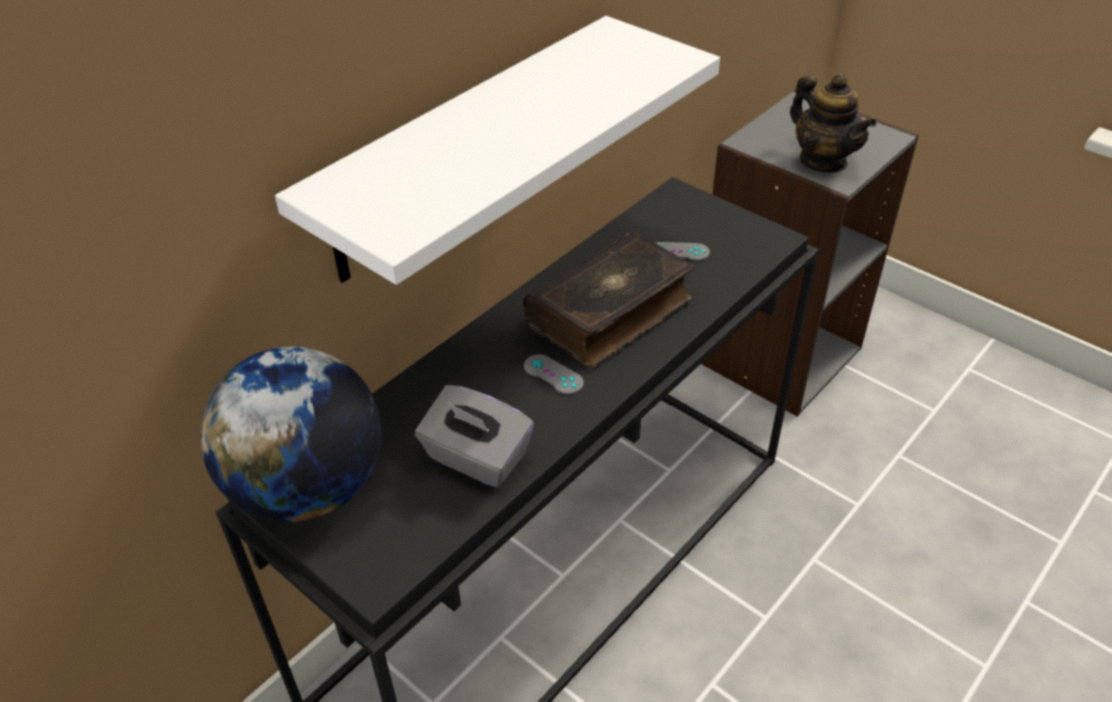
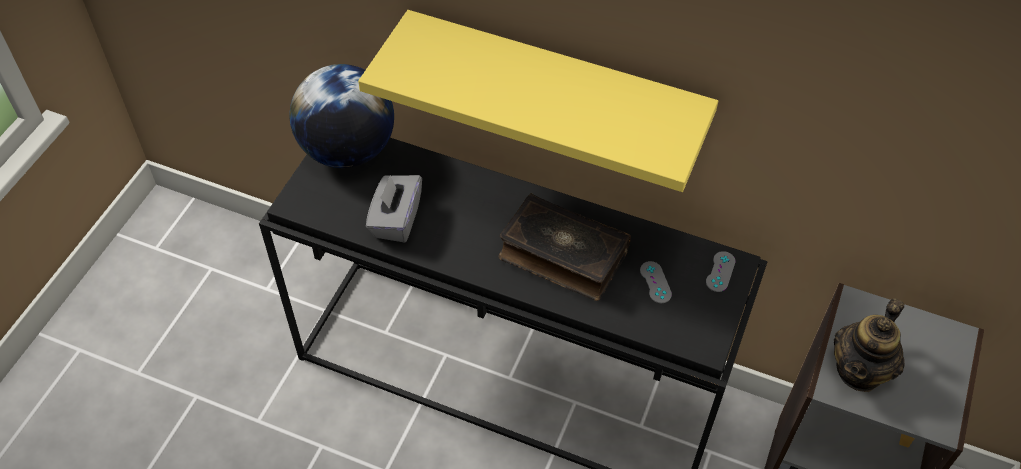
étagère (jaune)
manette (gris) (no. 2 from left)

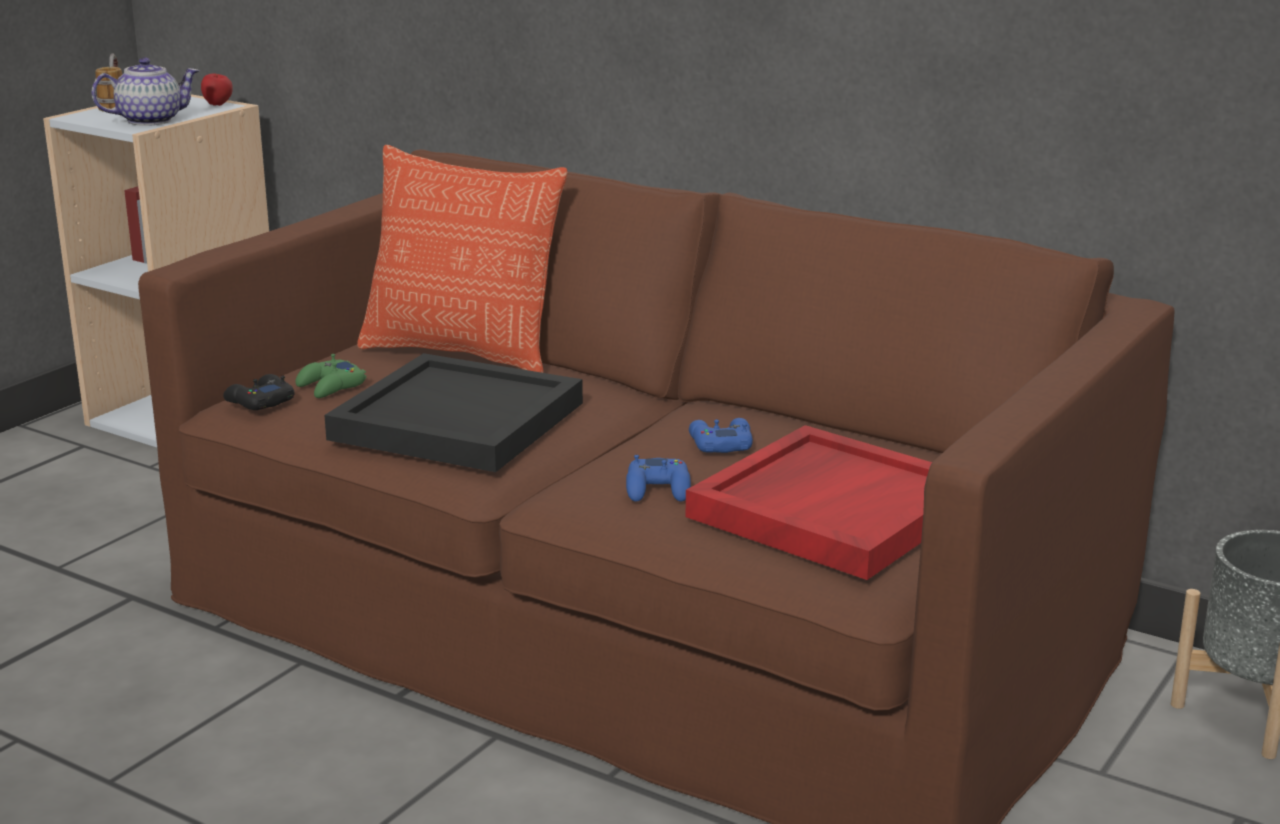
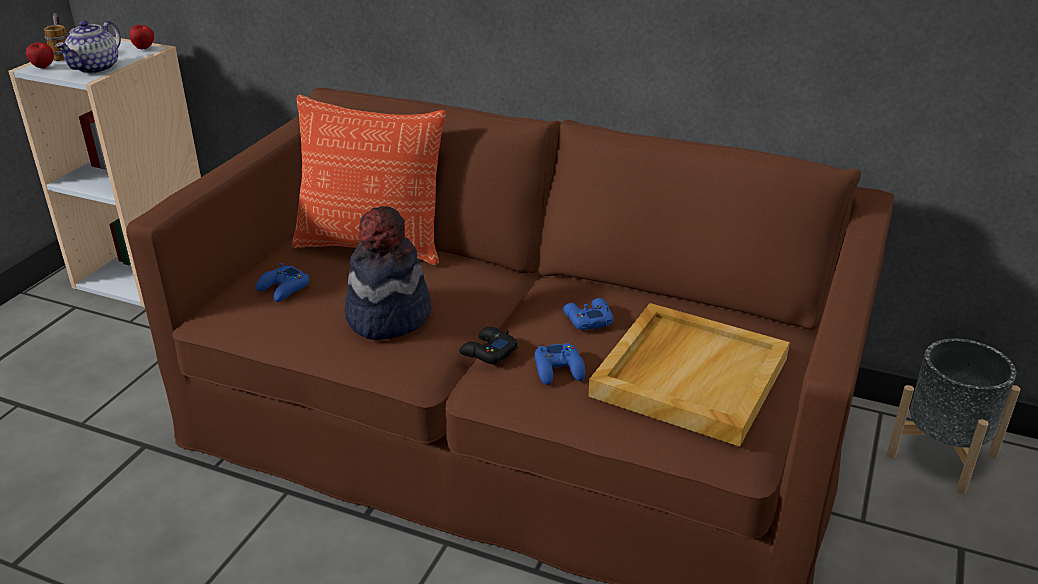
pomme (no. 1 from left)
théière
manette (bleu) (no. 1 from left)
chapeau
manette (noir)
plateau (beige)

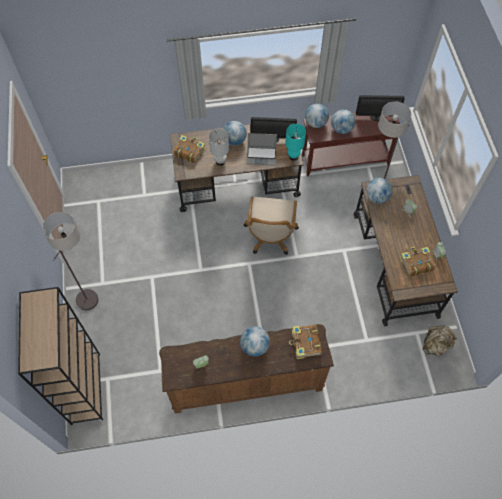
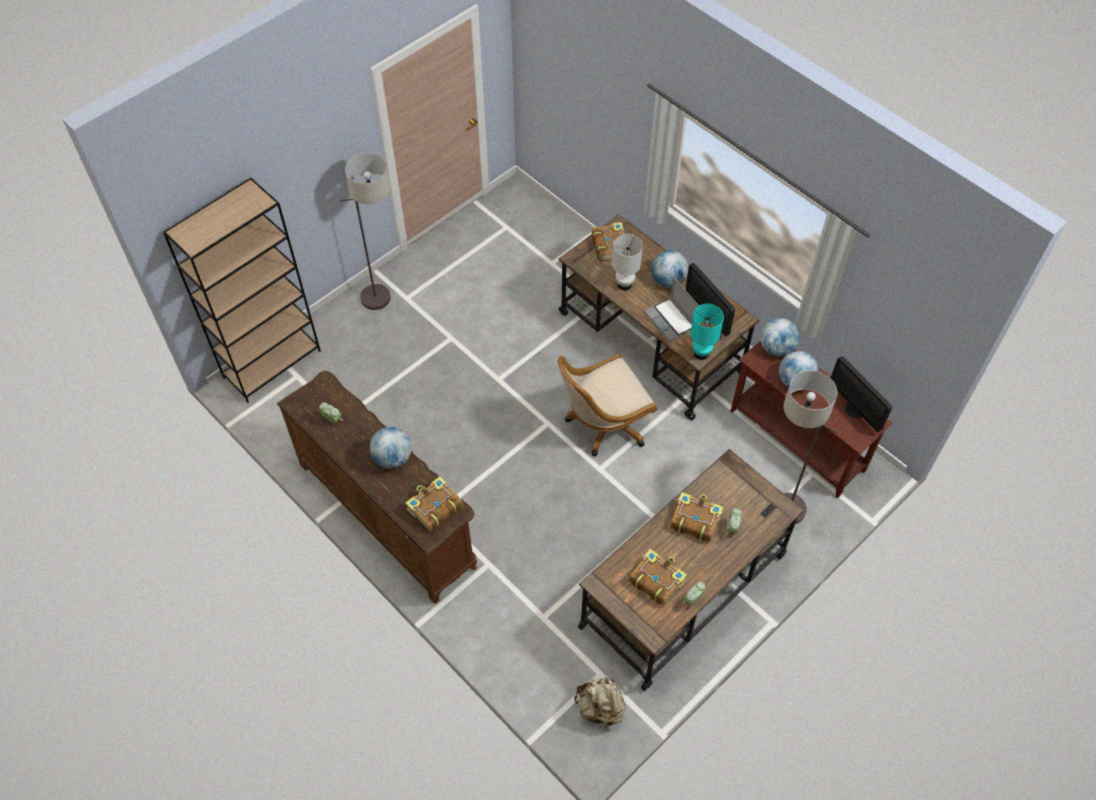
livre (no. 4 from left)
globe (no. 5 from left in the first image)

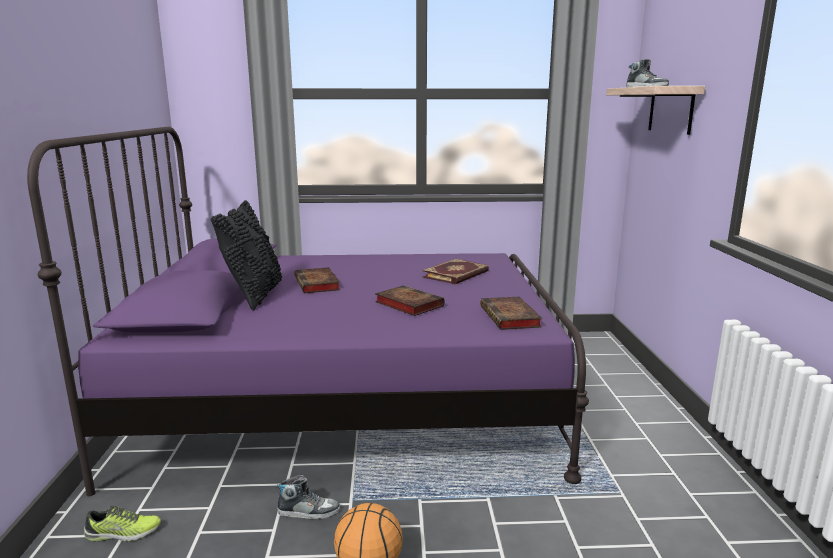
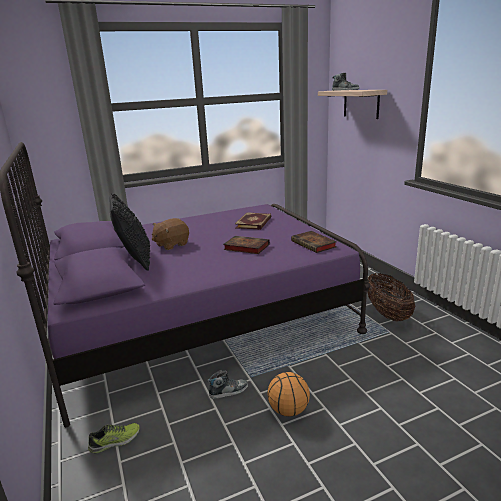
peluche (marron)
panier

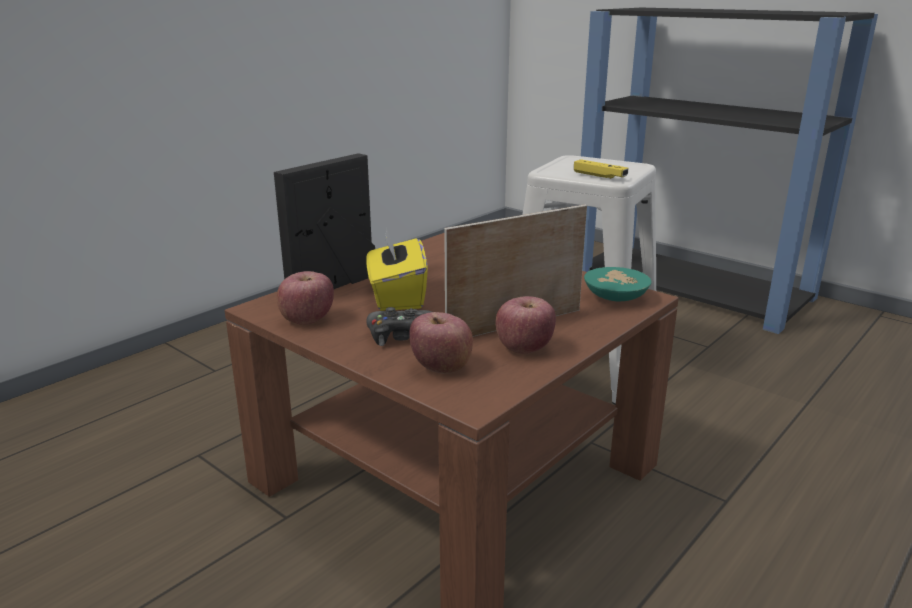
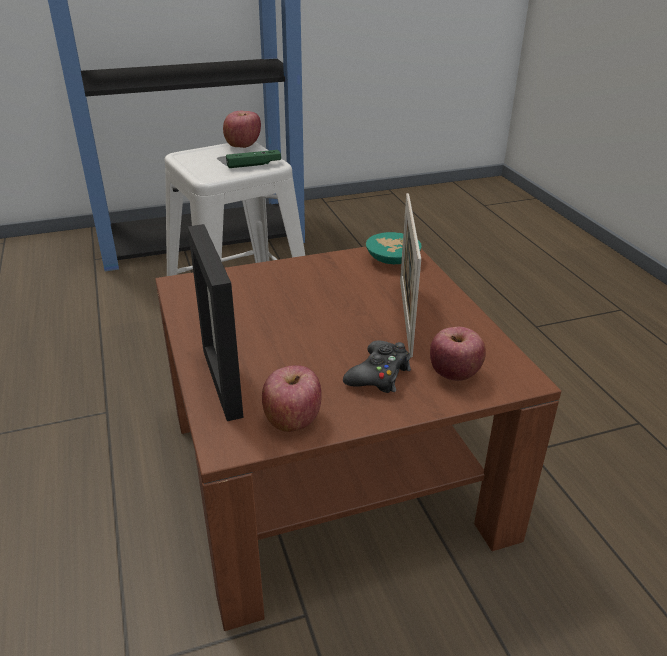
pomme (no. 1 from left)
manette (vert)
boîte à mouchoirs (jaune)

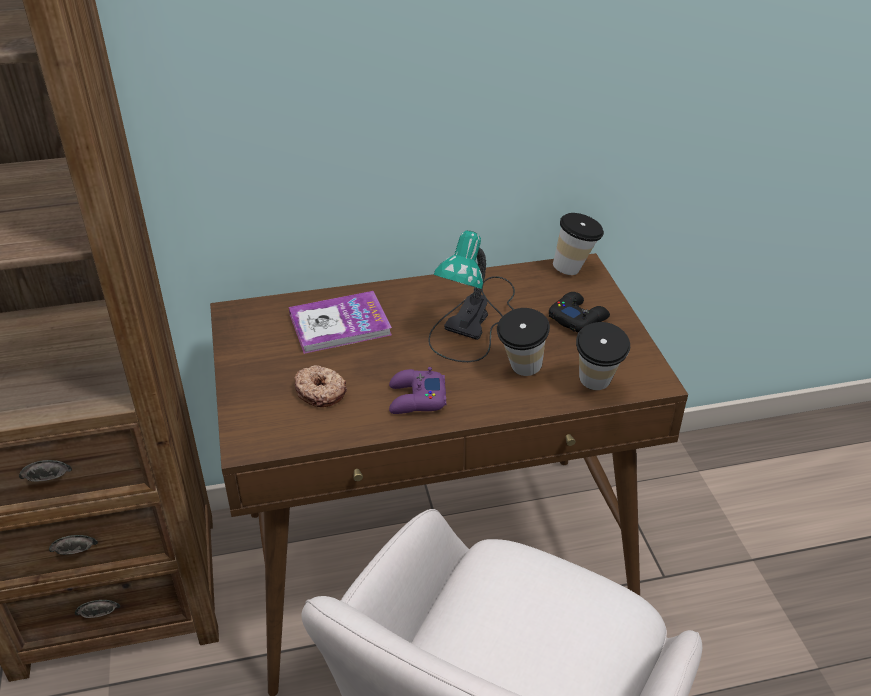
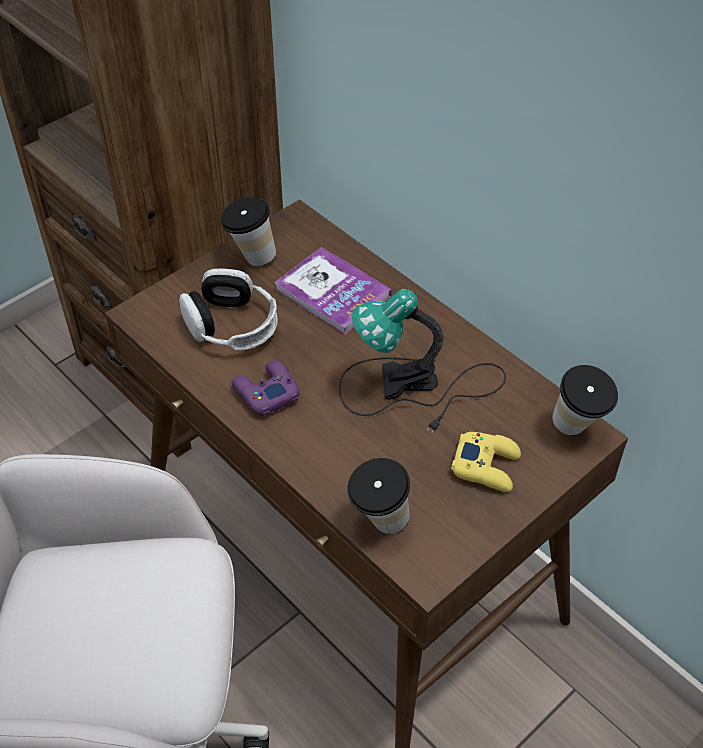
casque audio
tasse (no. 1 from left)
manette (jaune)

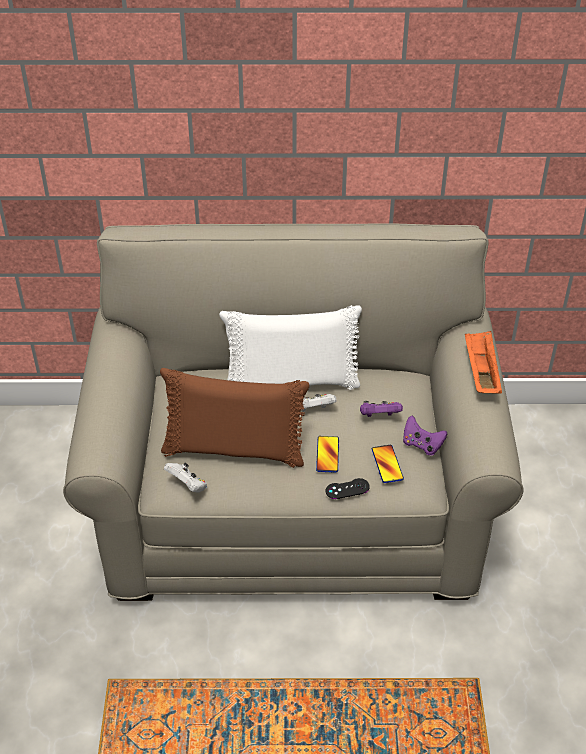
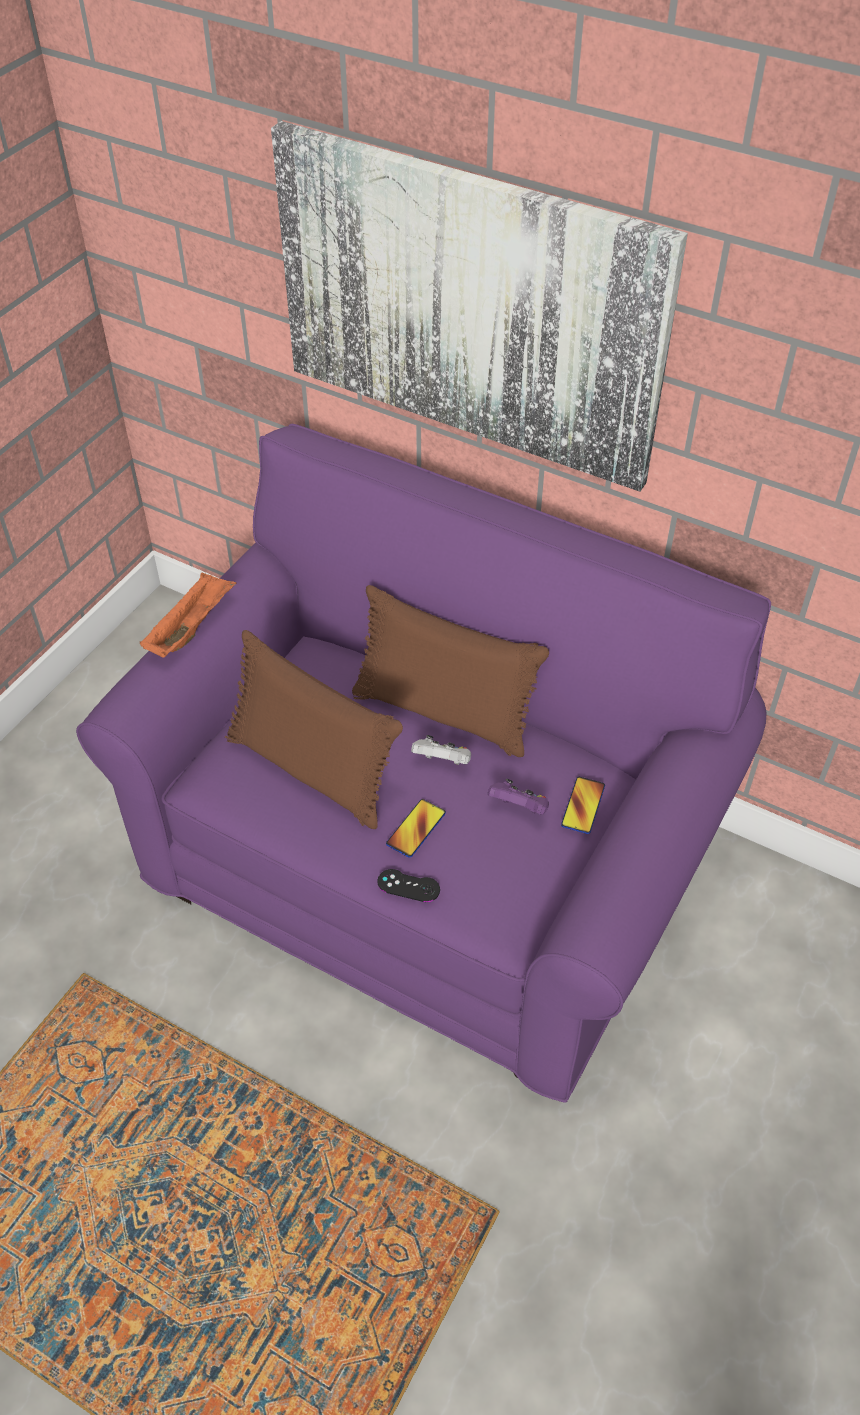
canapé (violet)
plateau (orange)
tableau
coussin (marron) (no. 2 from left)
téléphone (no. 2 from left)
manette (blanc) (no. 1 from left in the first image)
manette (violet) (no. 2 from left in the first image)

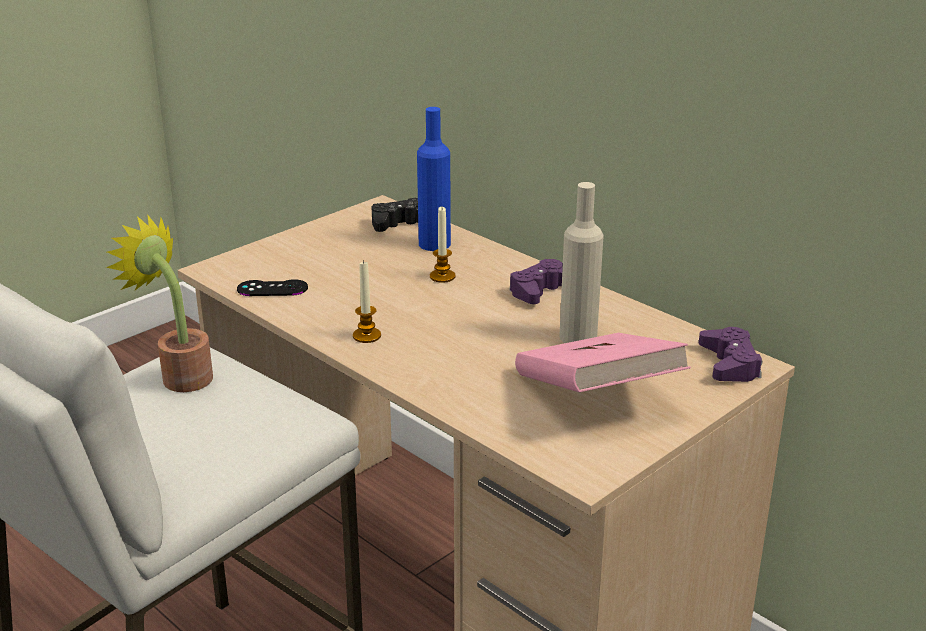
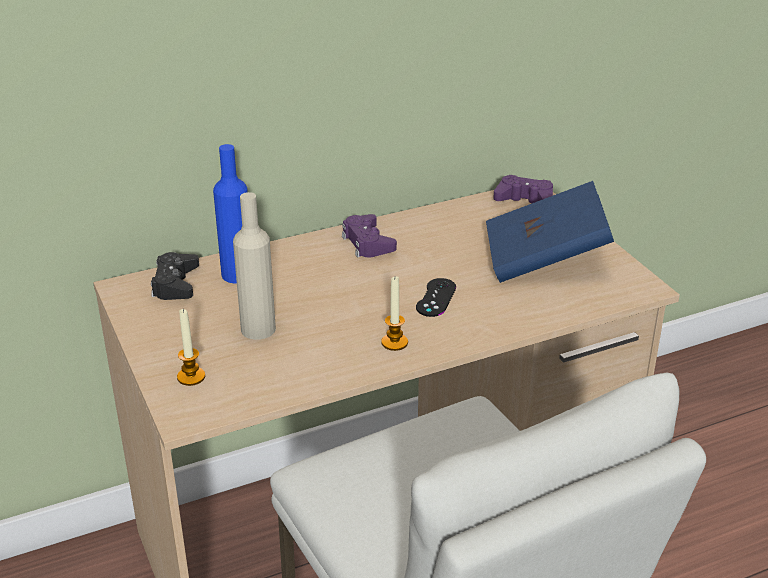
bougie (no. 1 from left)
bouteille (beige)
manette (noir) (no. 2 from left)
livre (bleu)
plante en pot

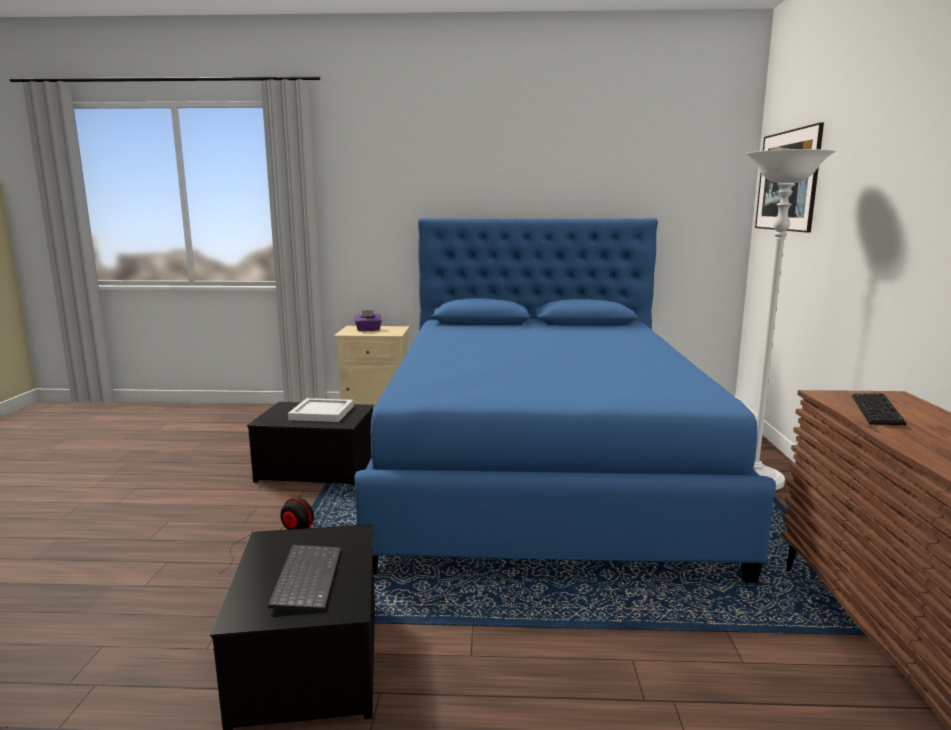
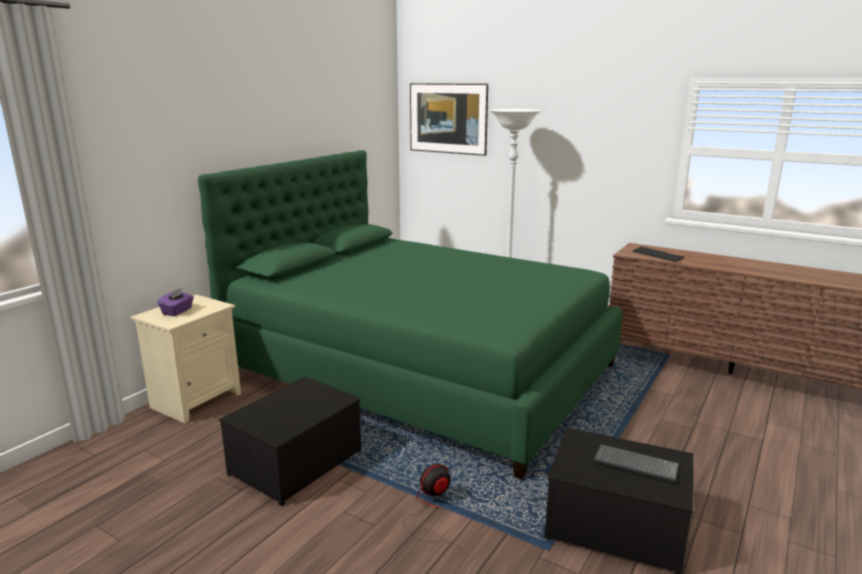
lit (vert)
plateau (blanc)

